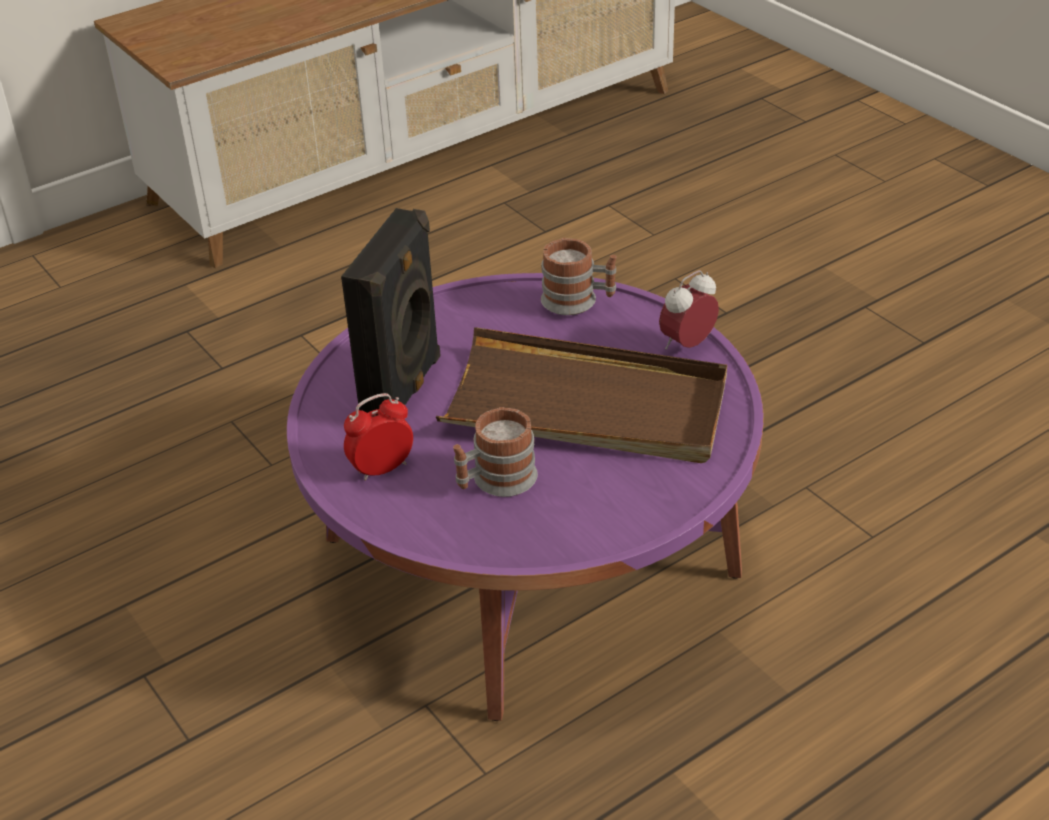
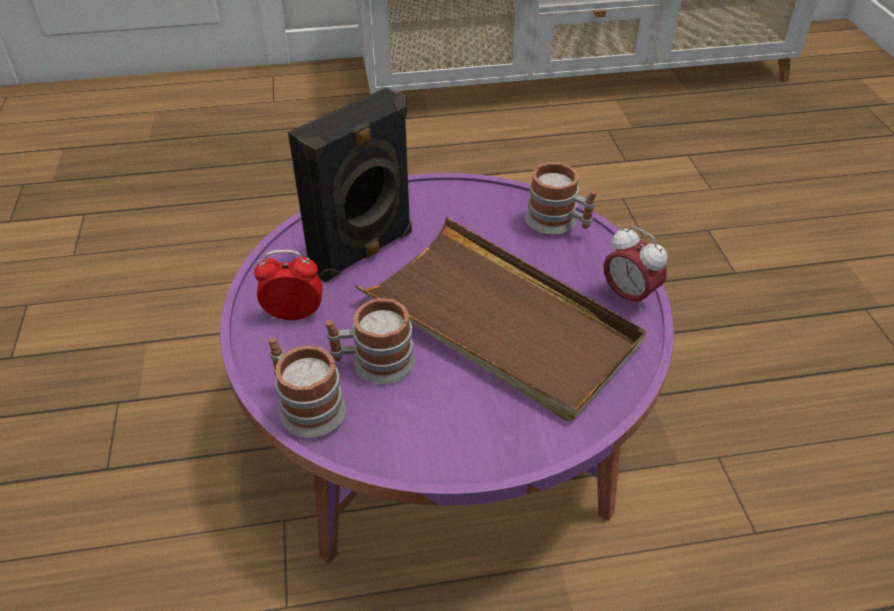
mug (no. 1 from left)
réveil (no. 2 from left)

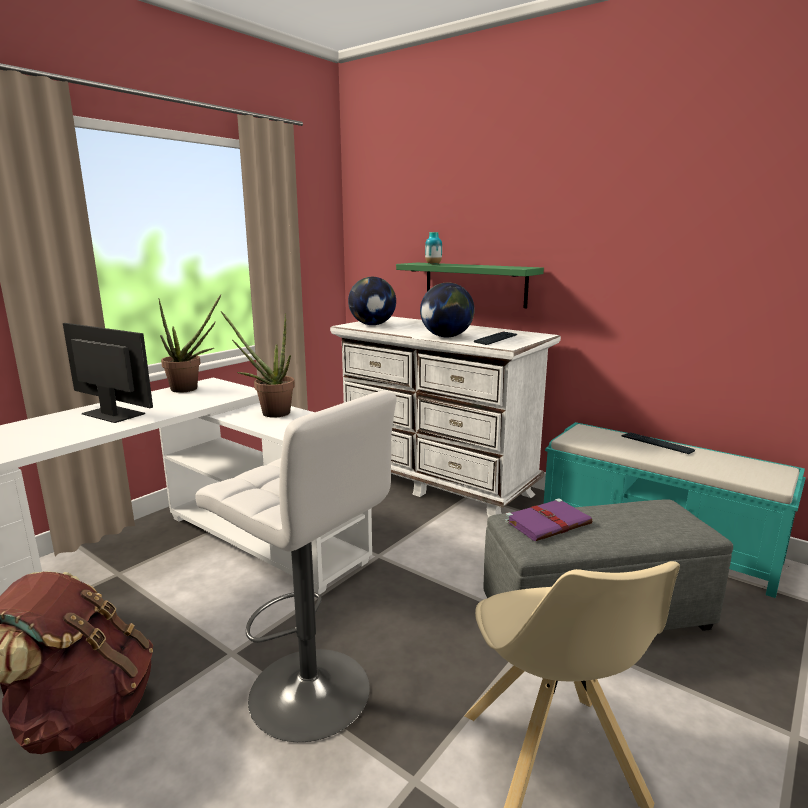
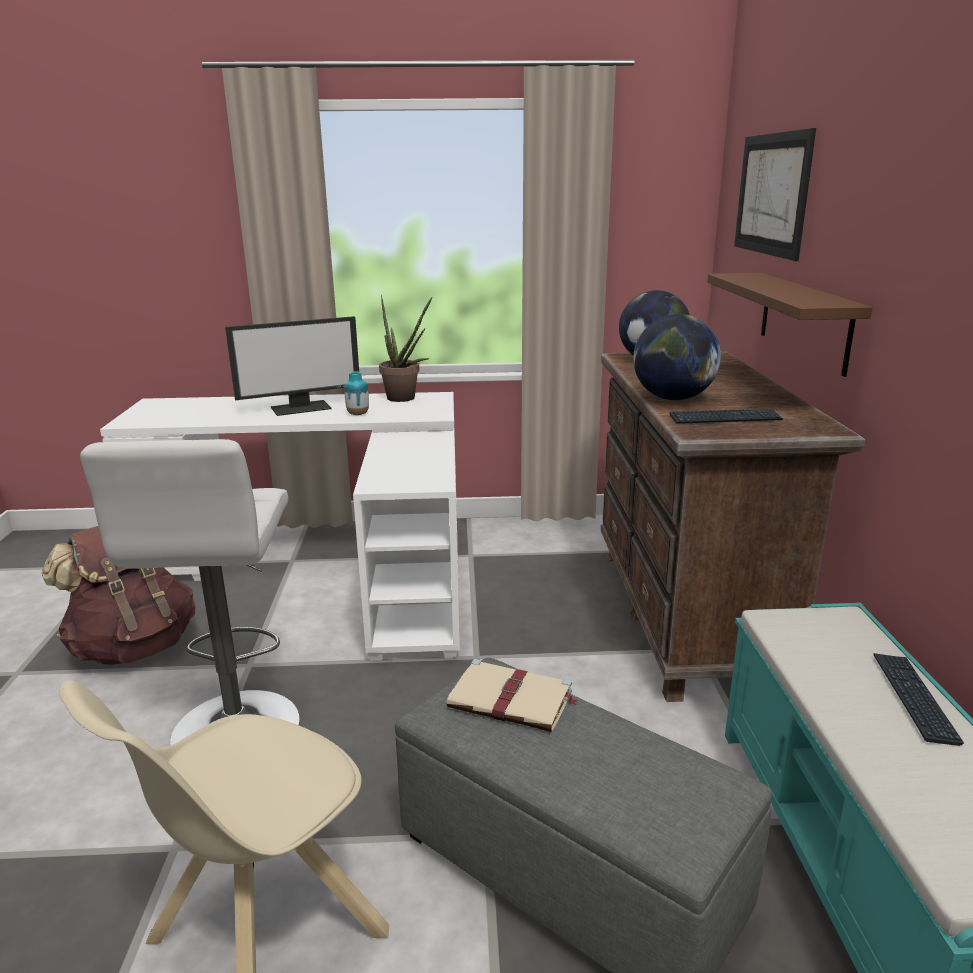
écran d'ordinateur
vase
livre (beige)
commode (marron)
étagère (marron)
tableau
plante en pot (no. 2 from left in the first image)

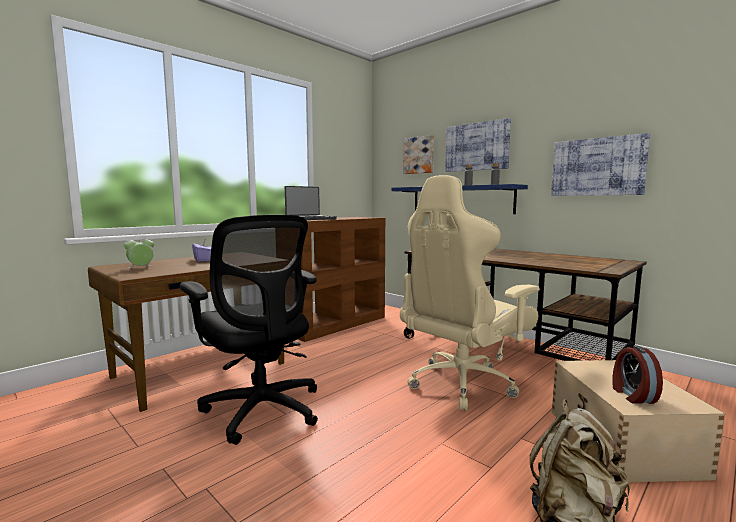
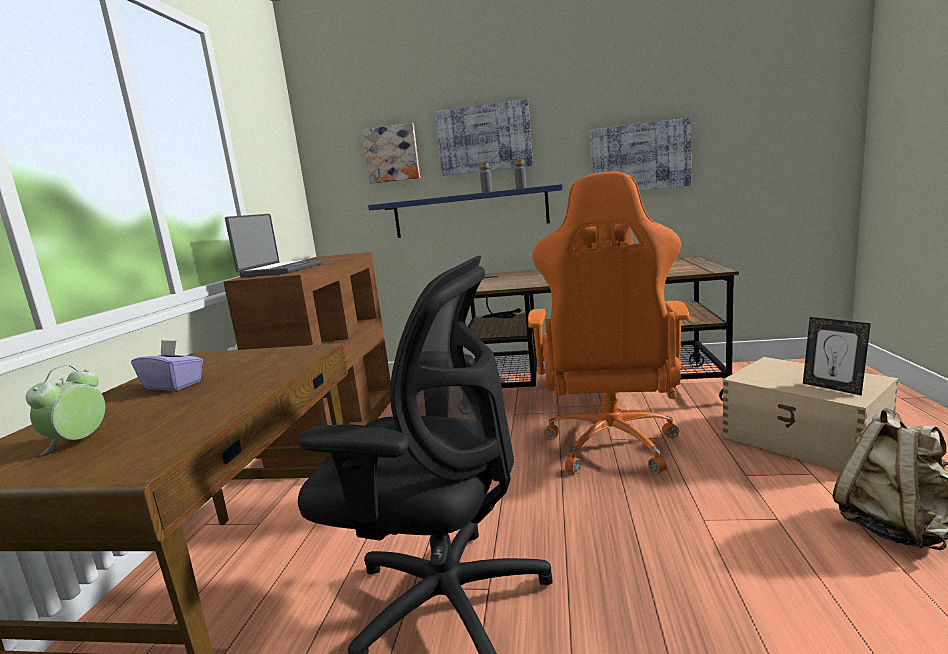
chaise de bureau (orange)
cadre photo

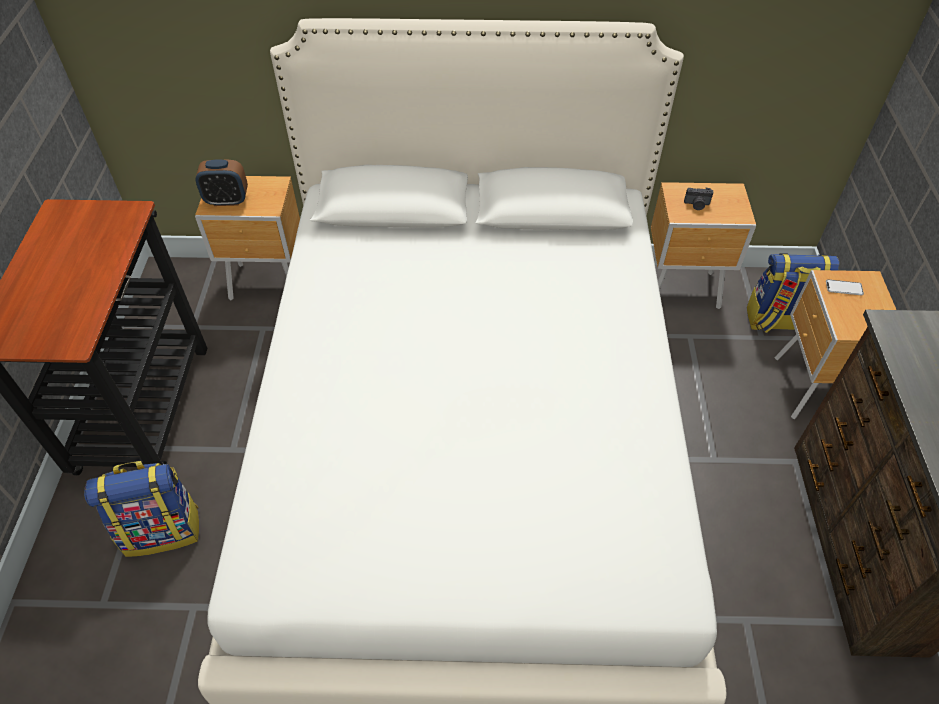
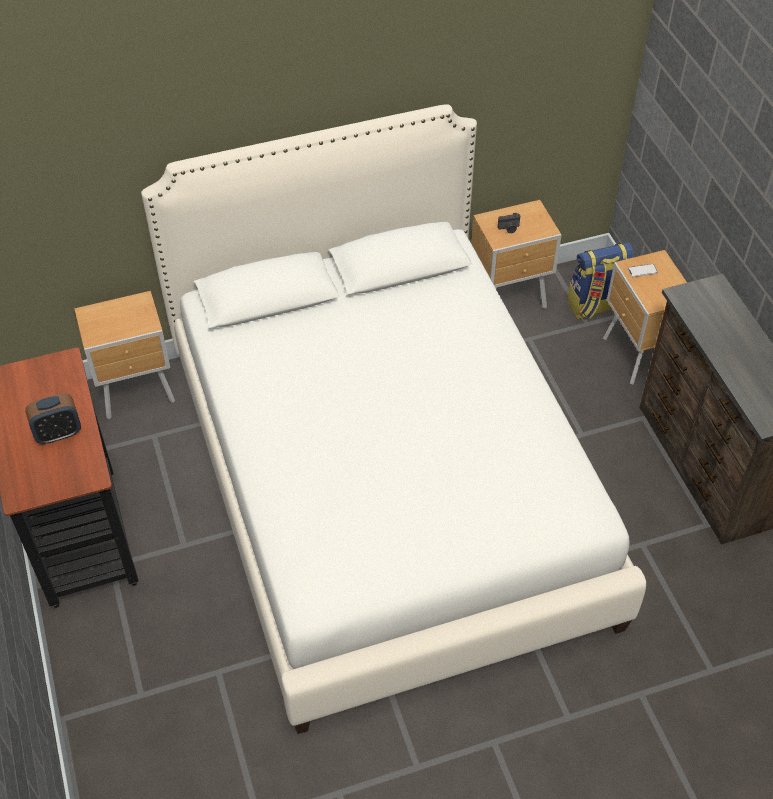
réveil
sac à dos (no. 1 from left in the first image)

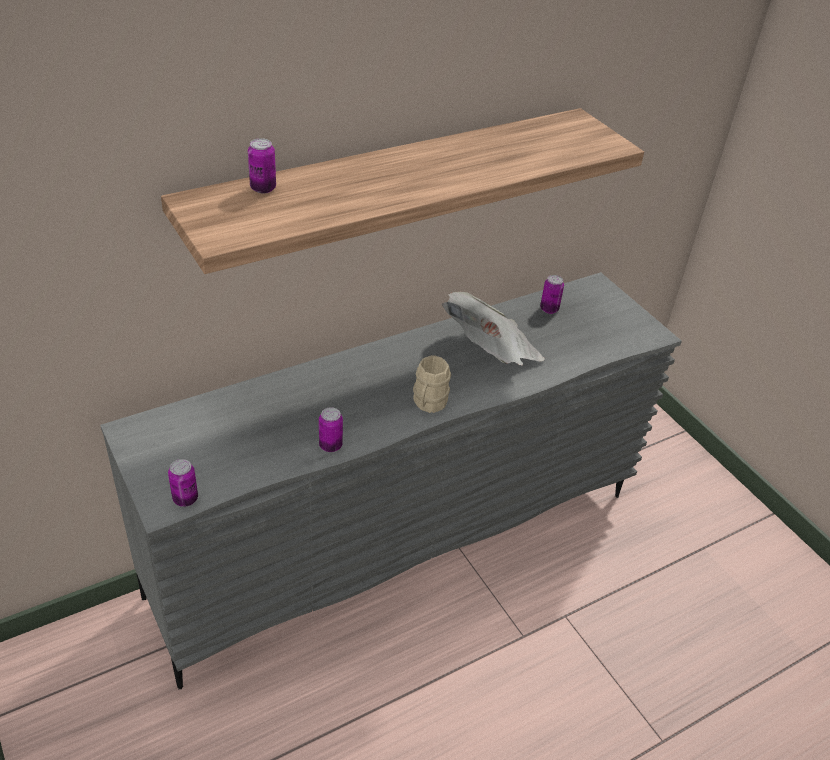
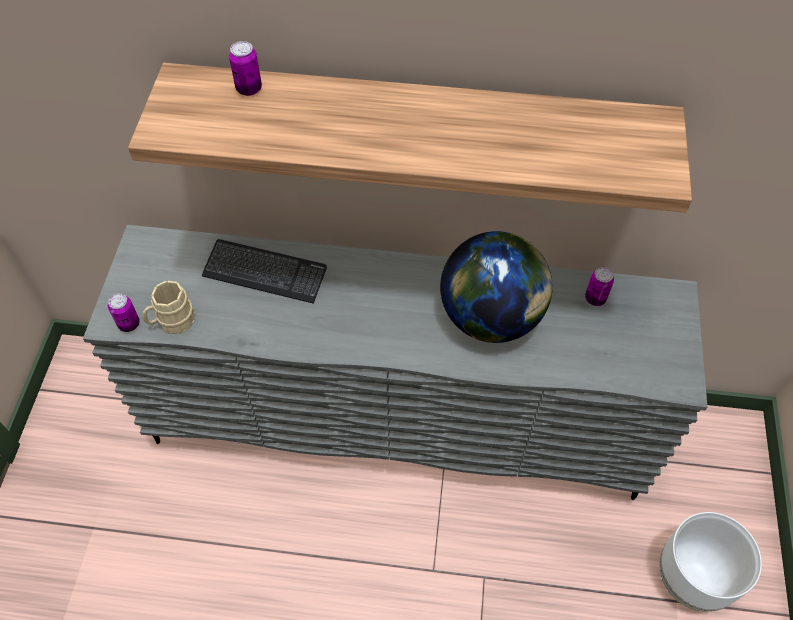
mug (beige)
clavier
globe
cache-pot (blanc)
boîte métallique (no. 3 from left in the first image)

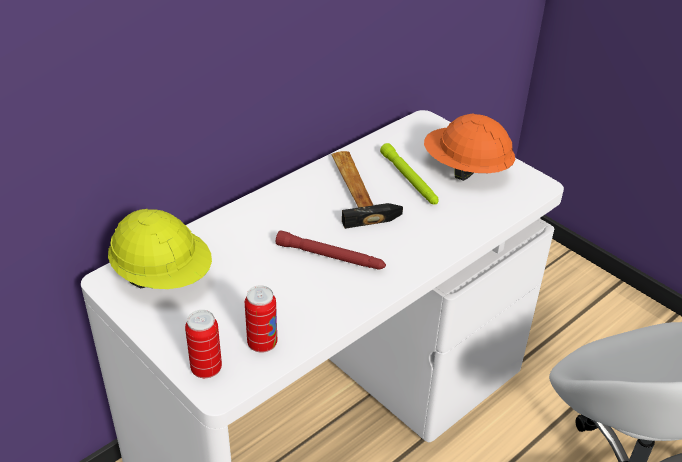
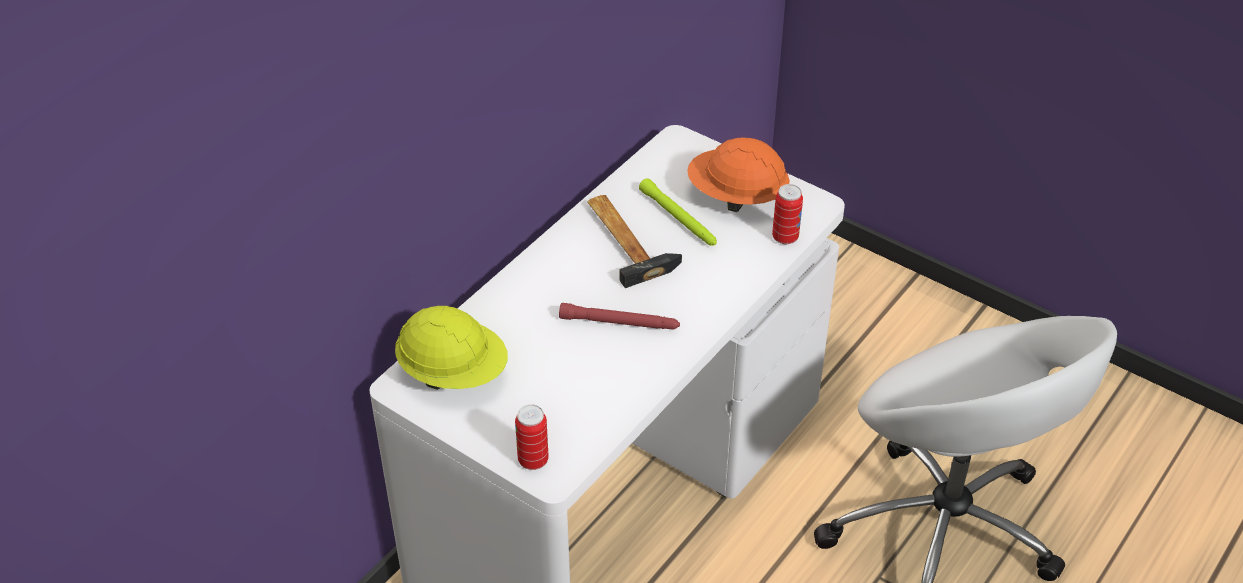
boîte métallique (no. 2 from left)

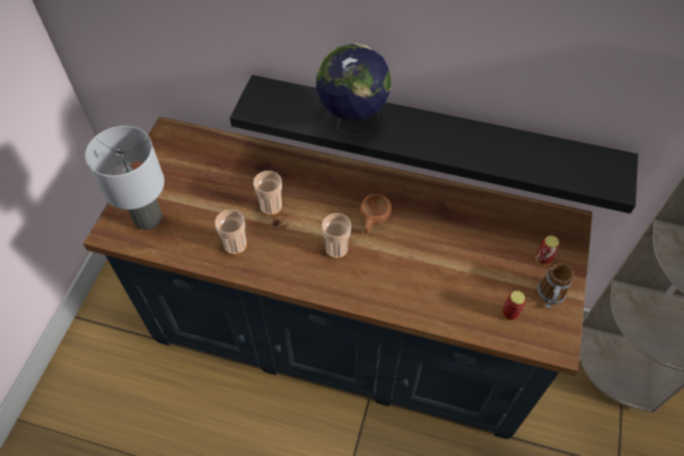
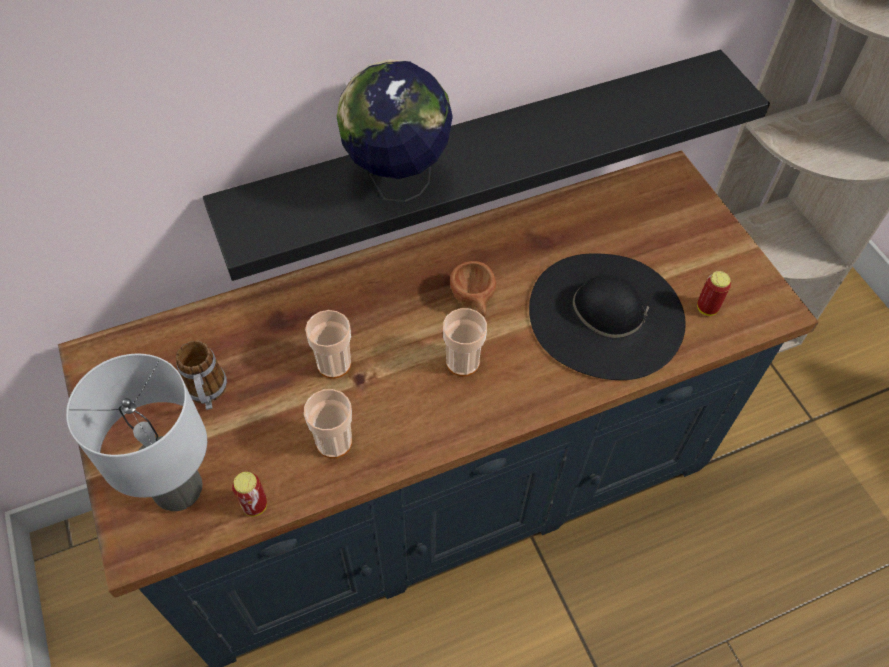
mug
boîte métallique (no. 1 from left)
chapeau (noir)

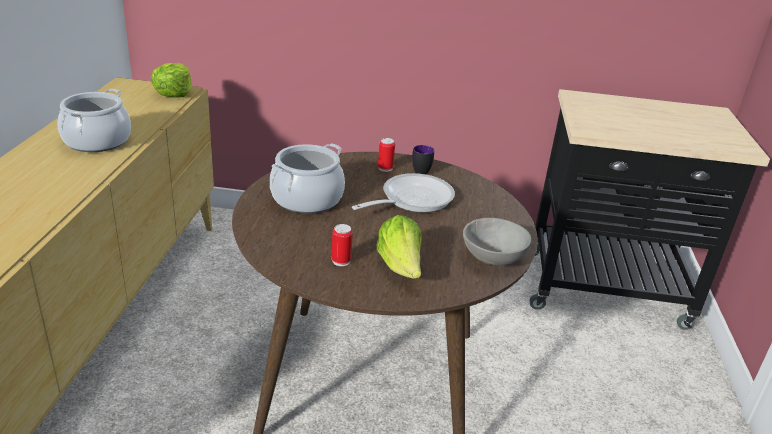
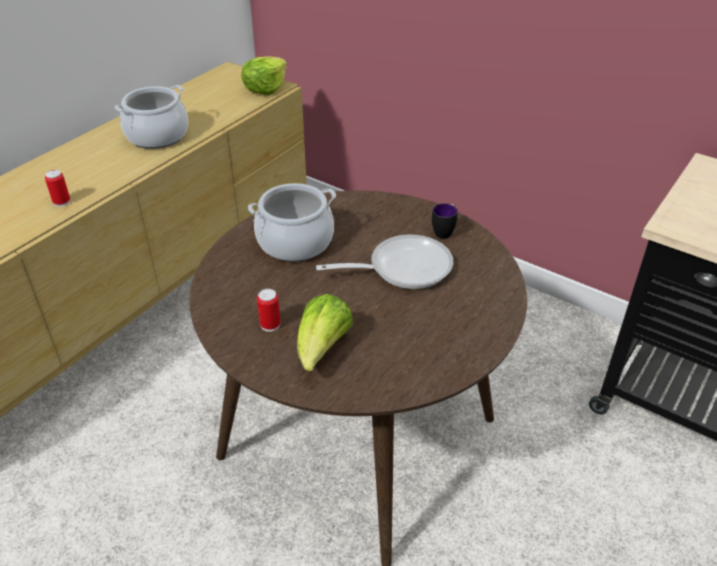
boîte métallique (no. 1 from left)
bol (gris)

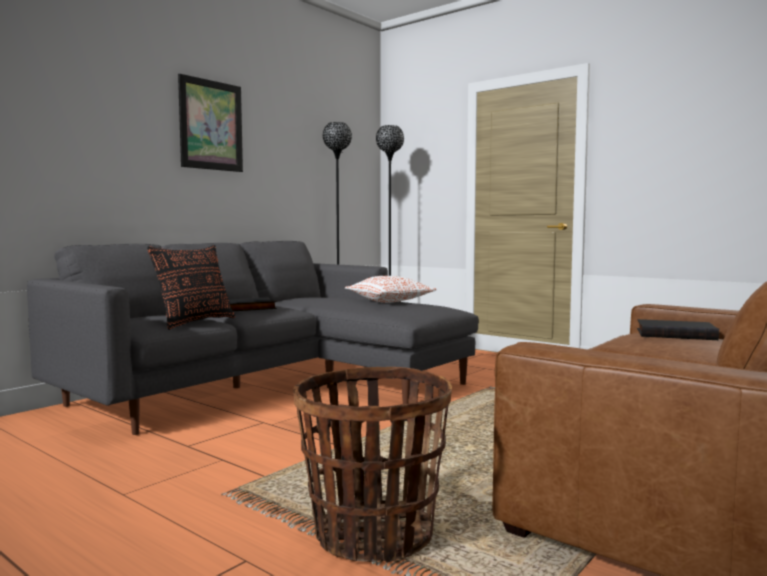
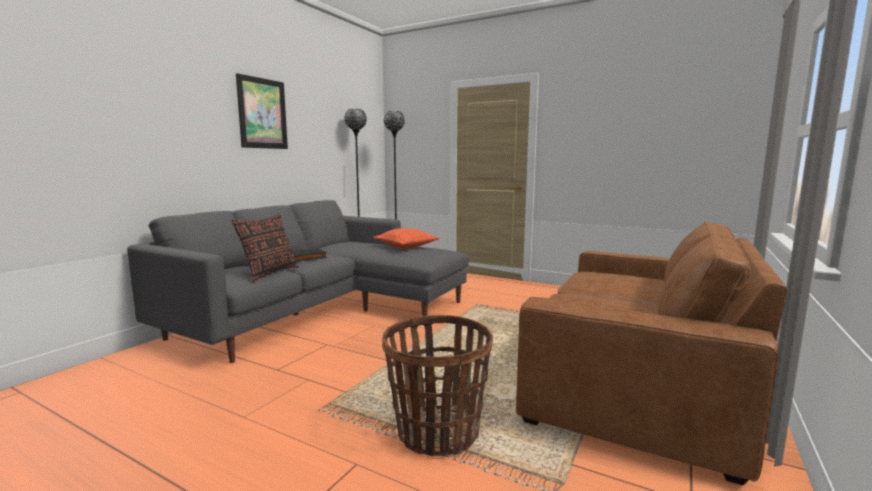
coussin (orange)
livre (noir) (no. 2 from left in the first image)

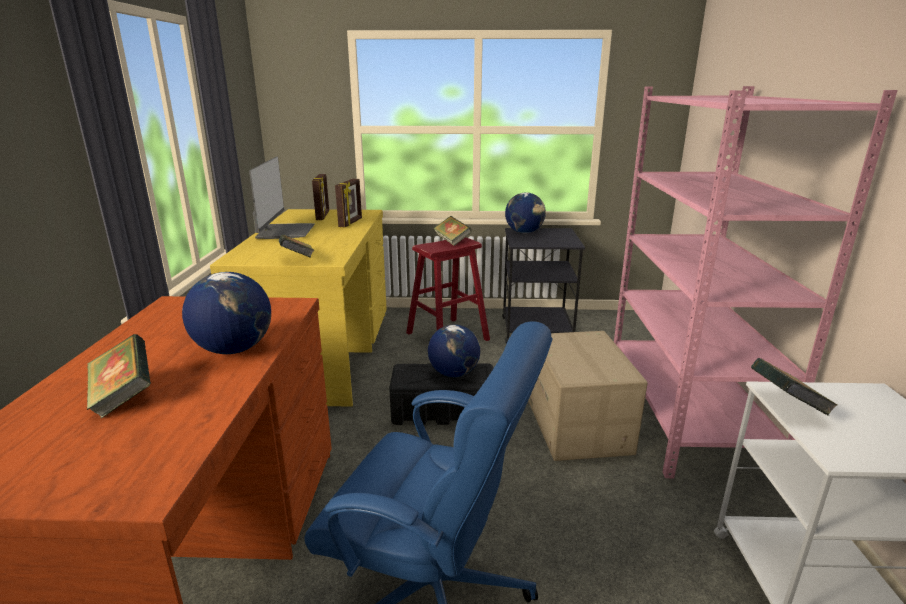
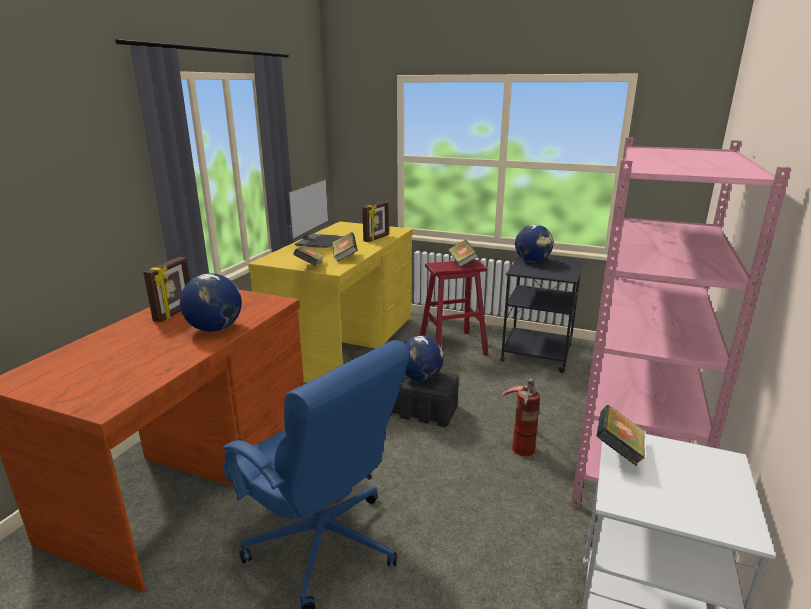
cadre photo (no. 1 from left)
livre (no. 2 from left)
extincteur

